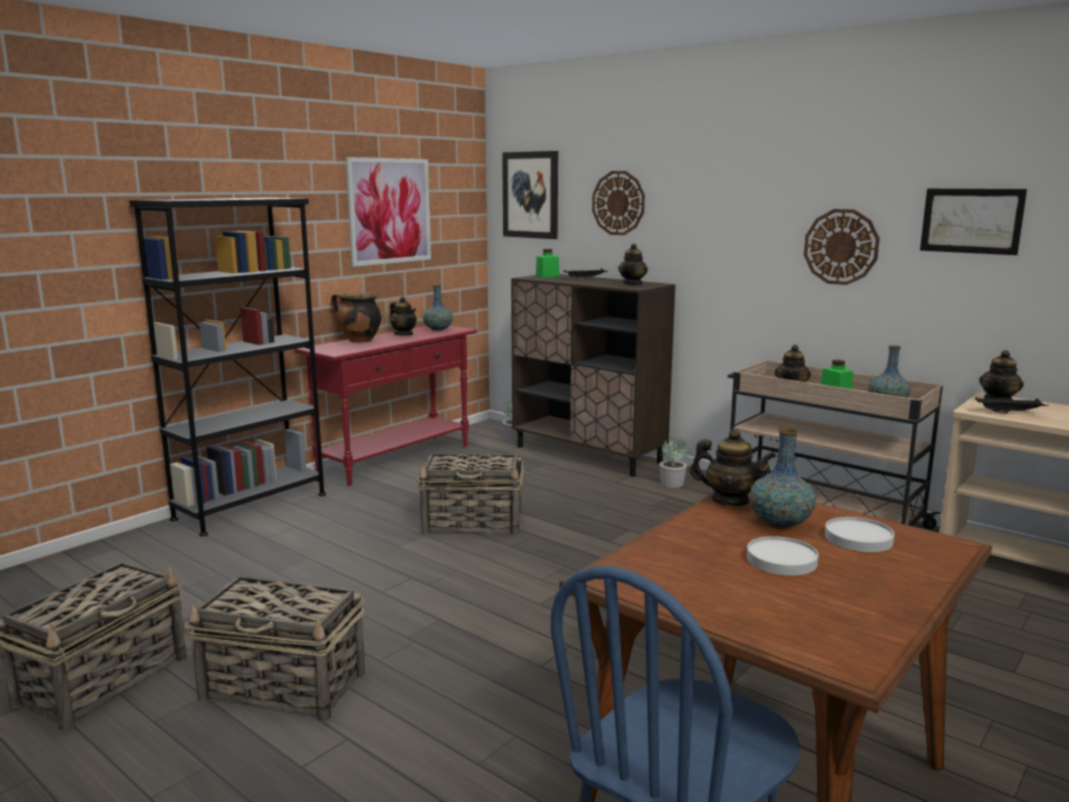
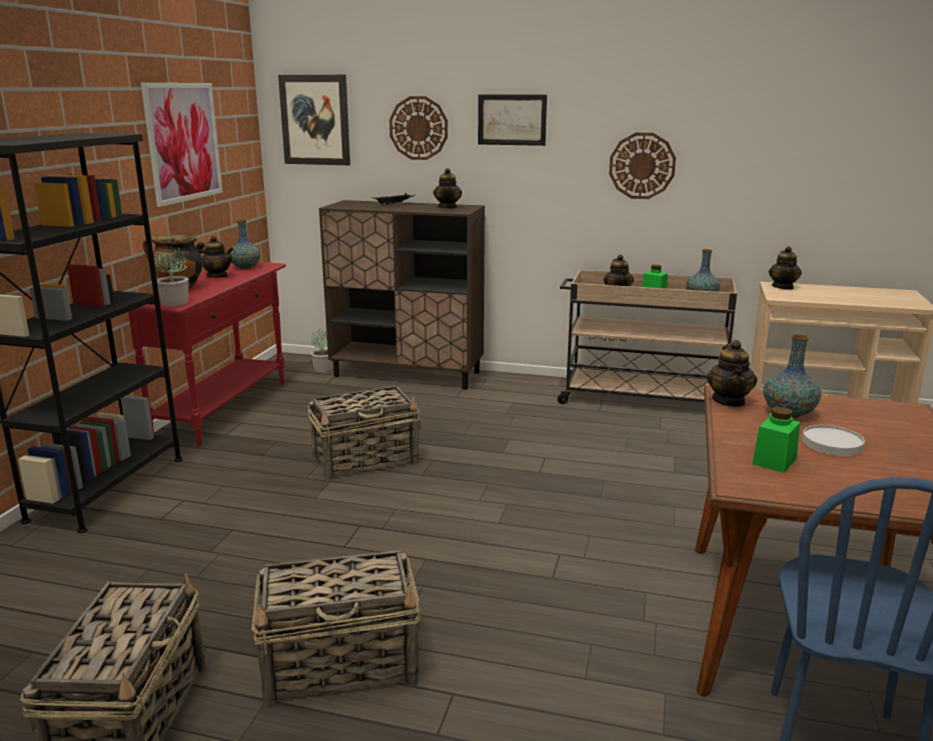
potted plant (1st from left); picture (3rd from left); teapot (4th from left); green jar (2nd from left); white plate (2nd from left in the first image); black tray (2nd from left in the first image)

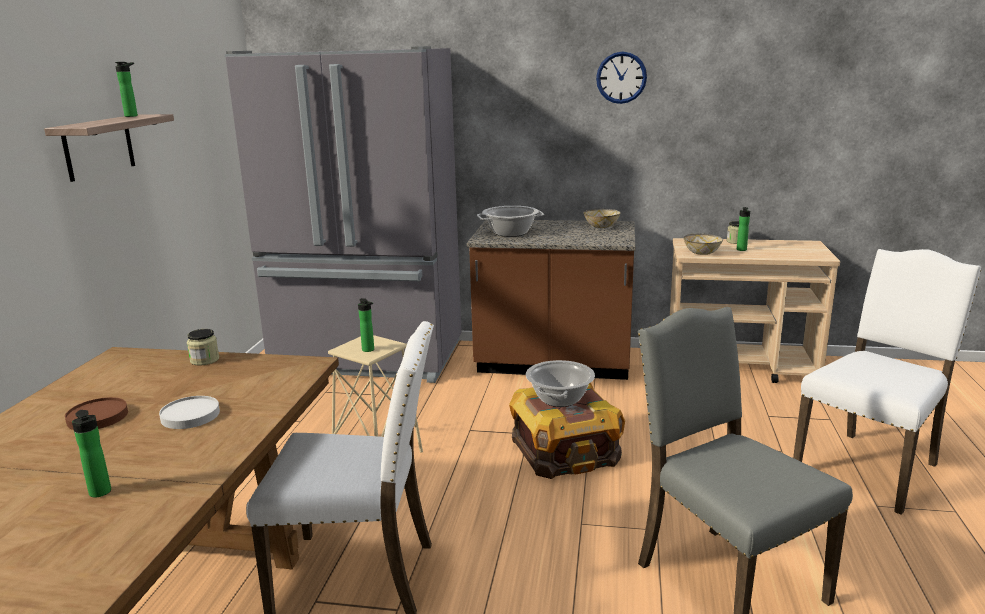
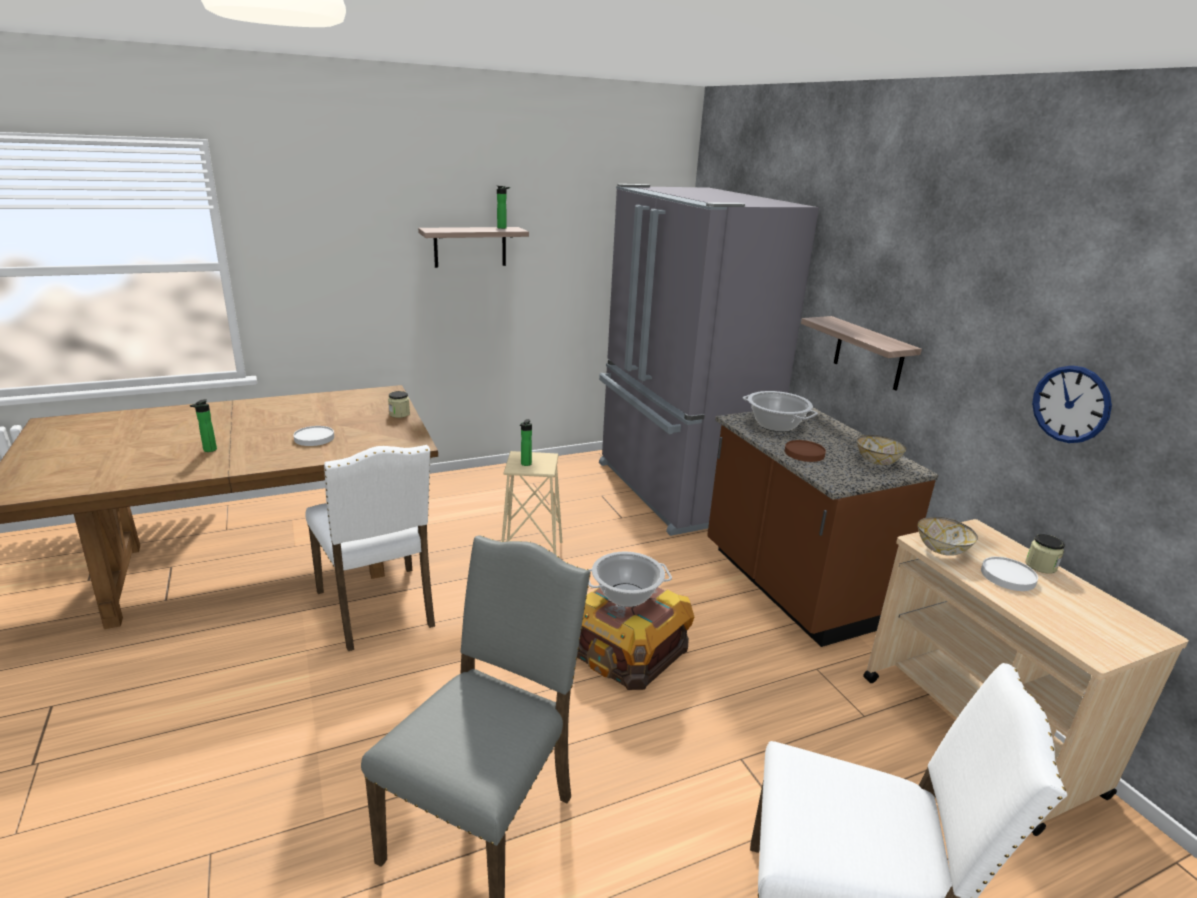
brown plate; shelf (2nd from left); white plate (2nd from left); wall clock

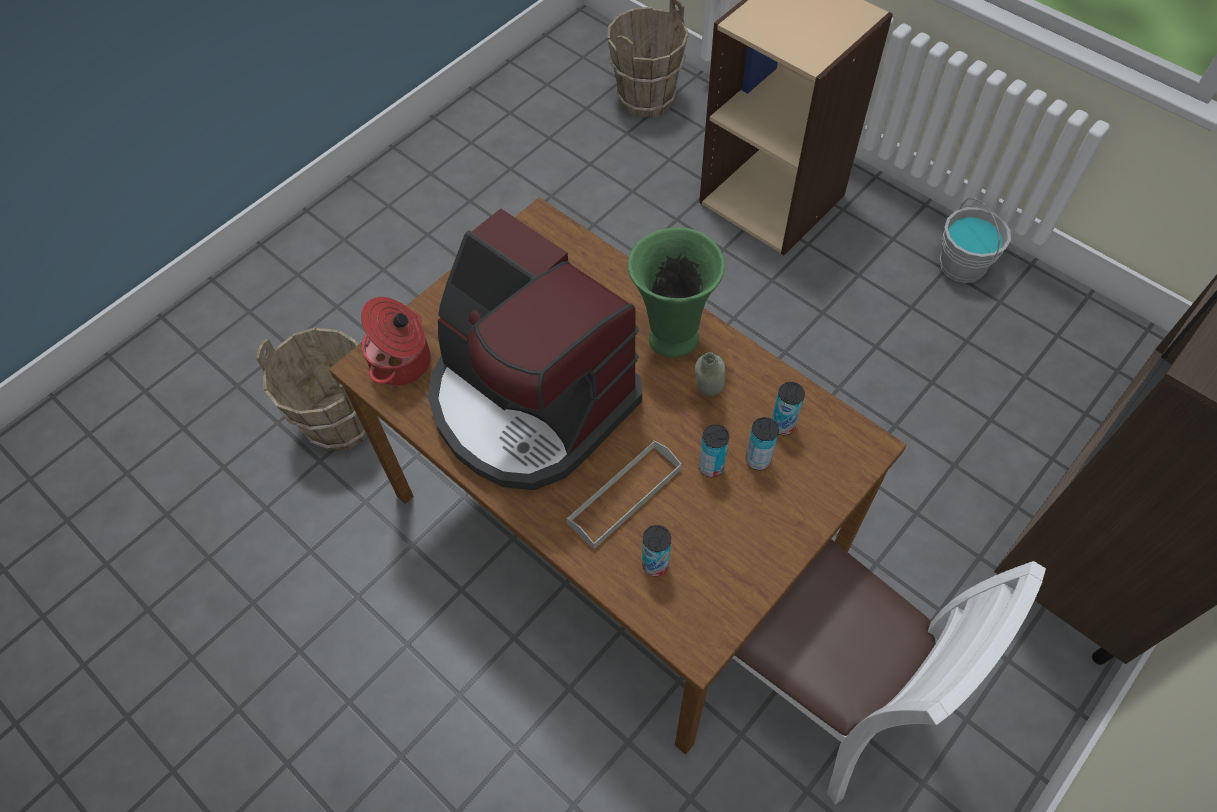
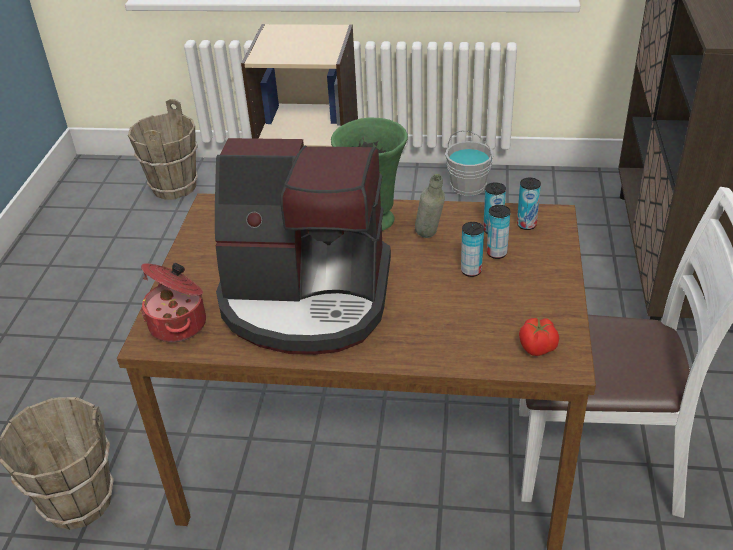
can (4th from left); tomato; grey tray

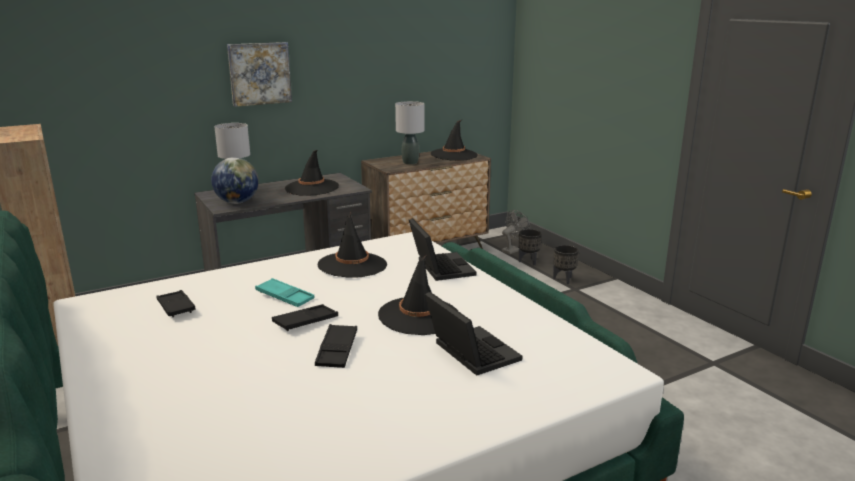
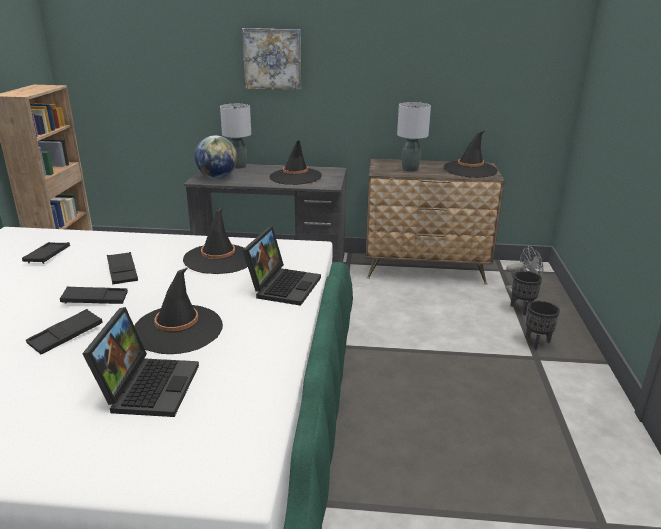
black tray (4th from left)

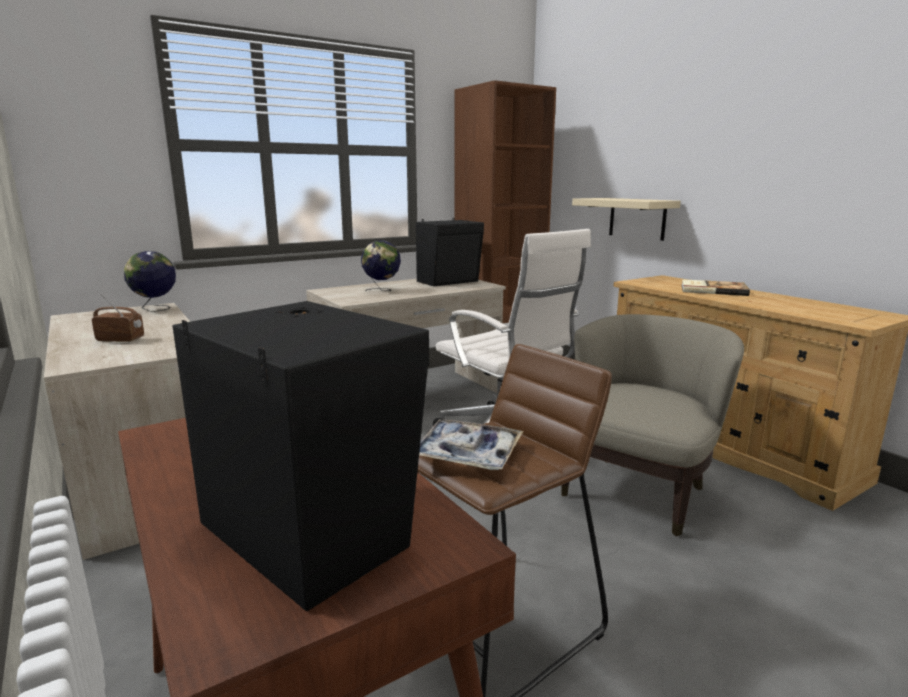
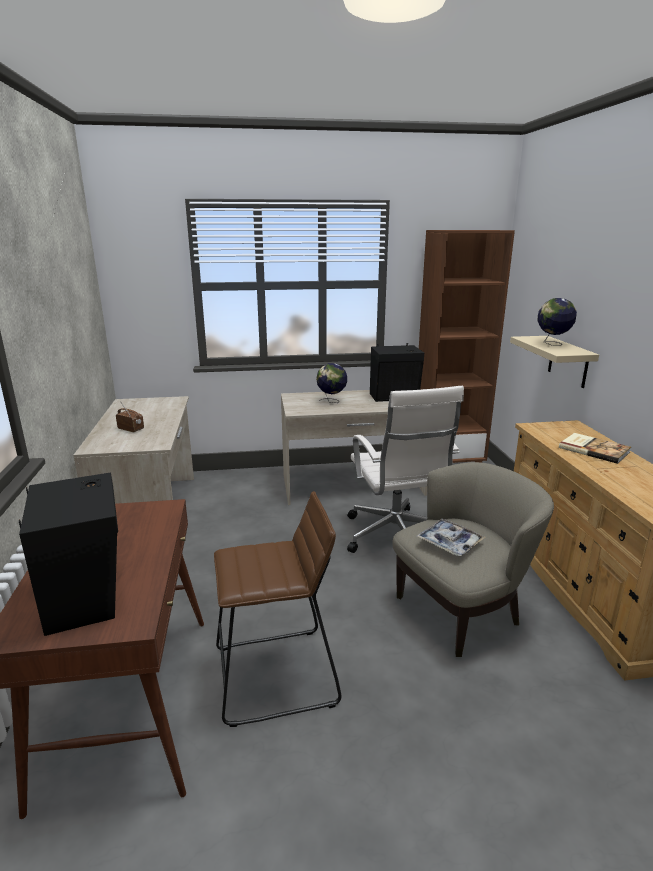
tray; globe (2nd from left)

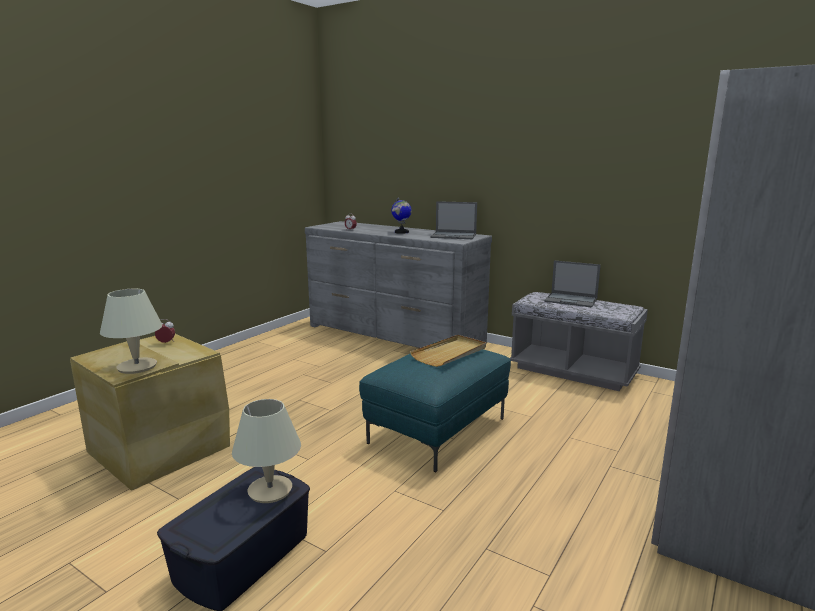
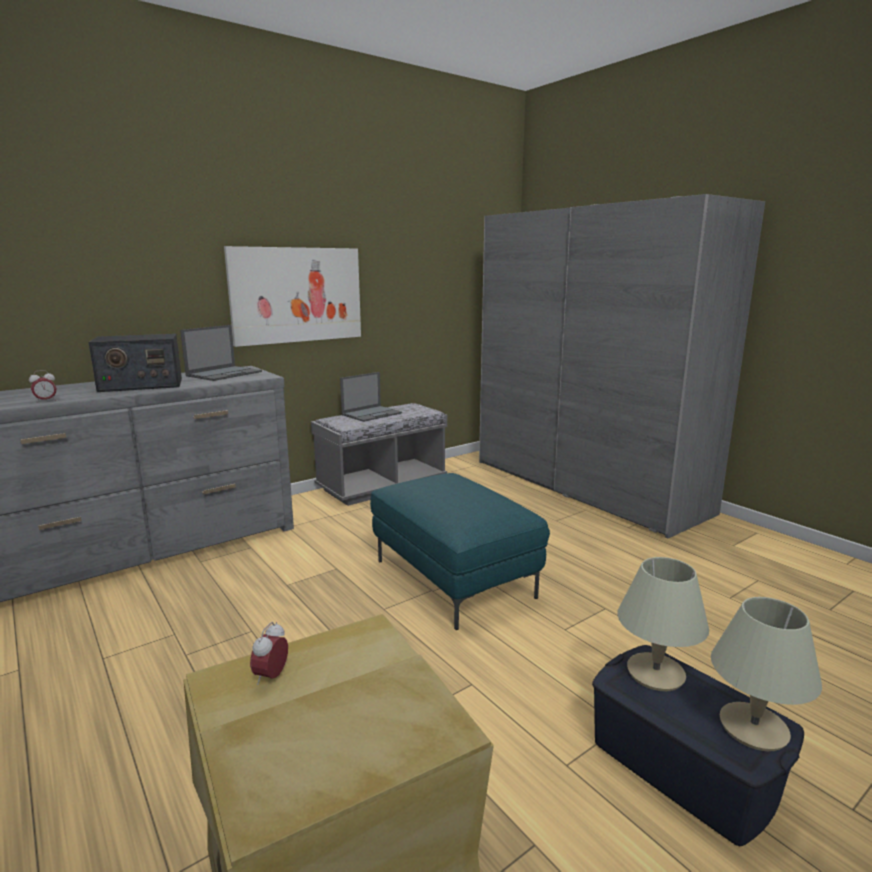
radio; picture; beige table lamp (2nd from left); beige tray

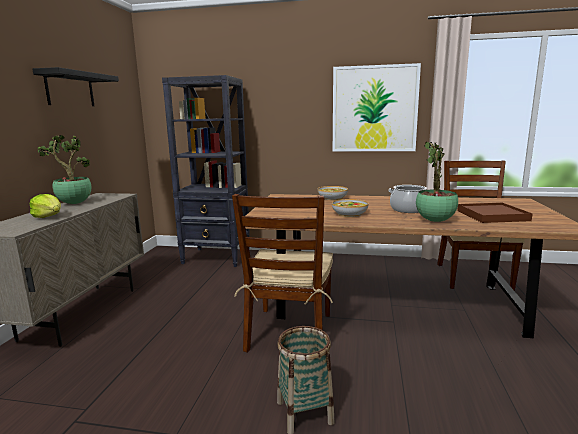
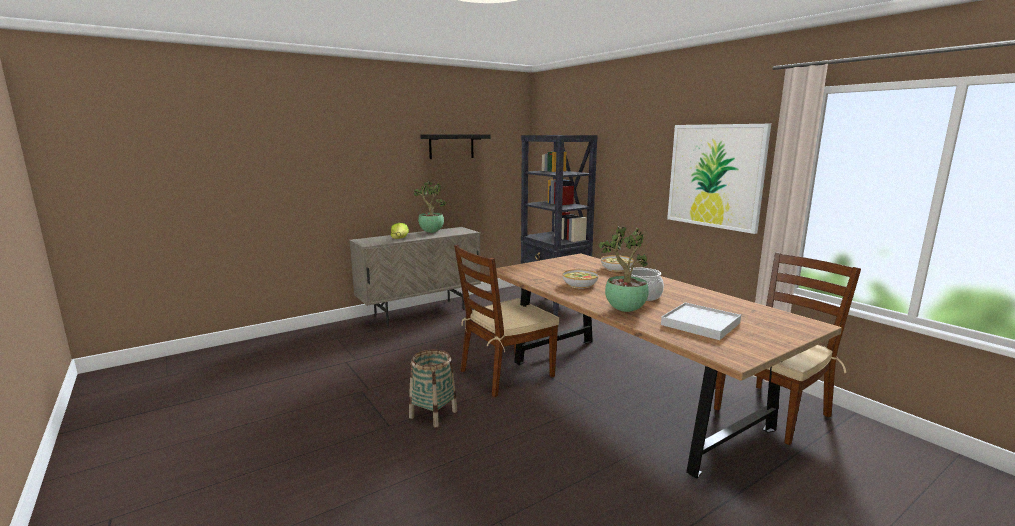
white tray

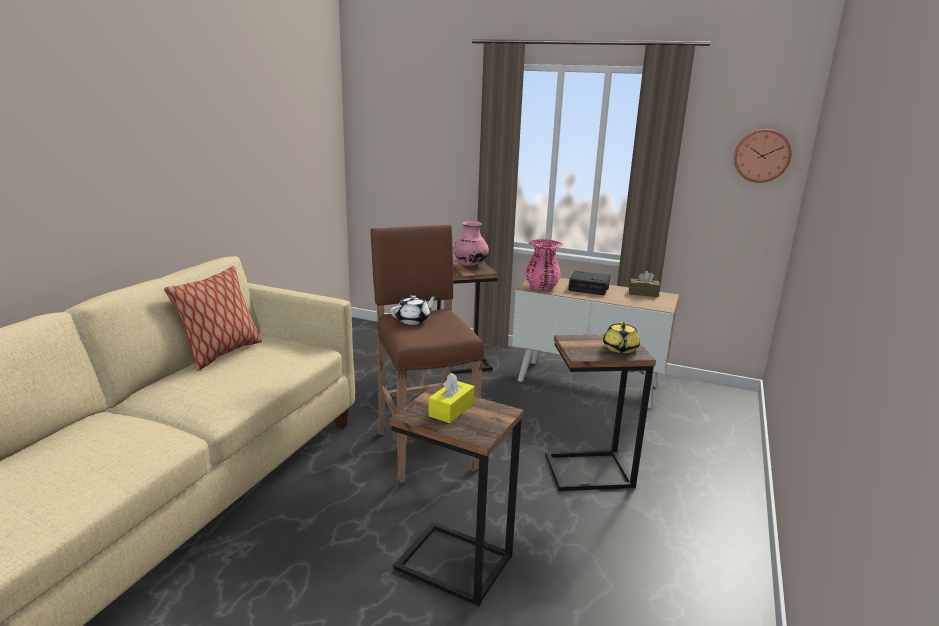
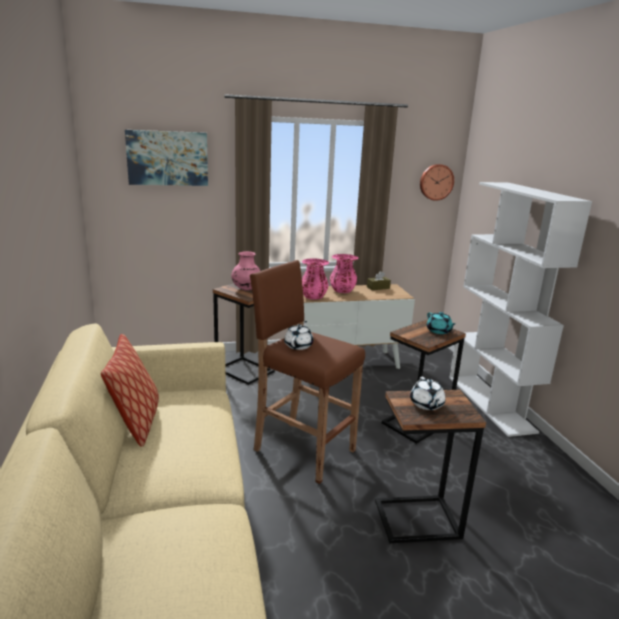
picture; pink vase (3rd from left); white teapot (2nd from left); turquoise teapot; white bookcase

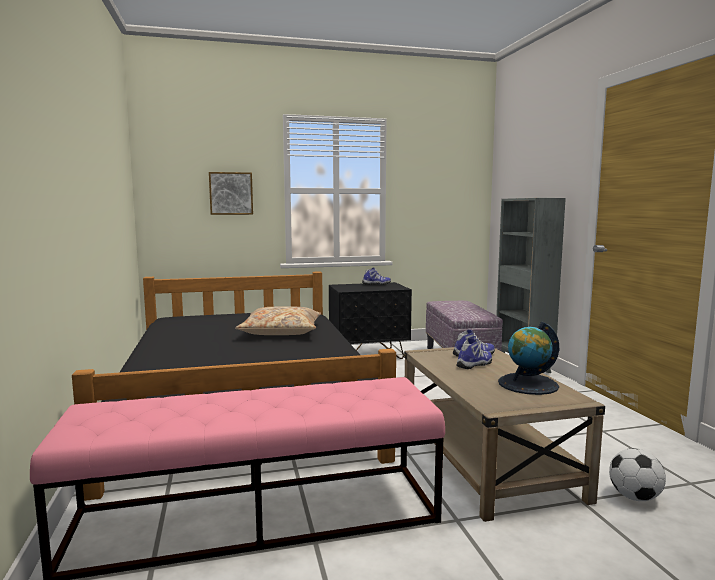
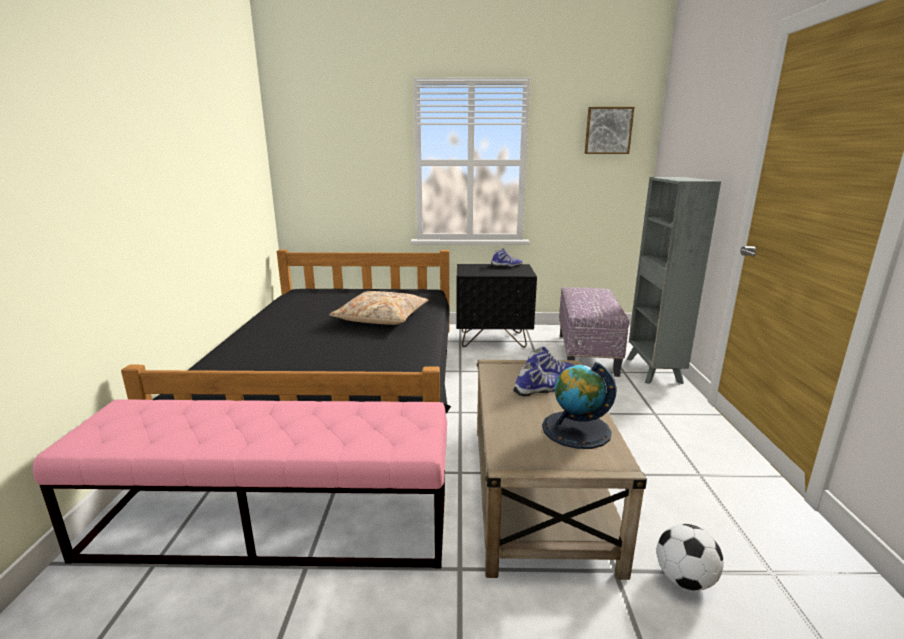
picture

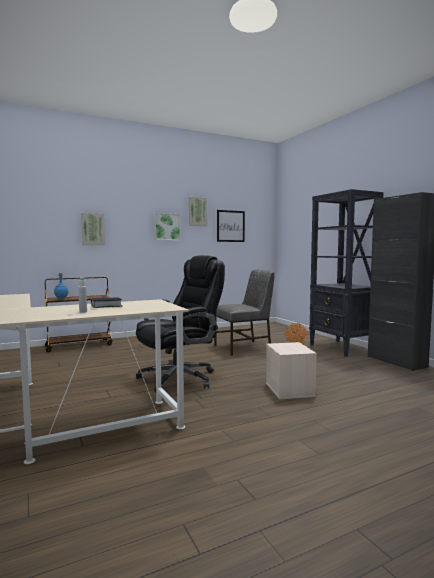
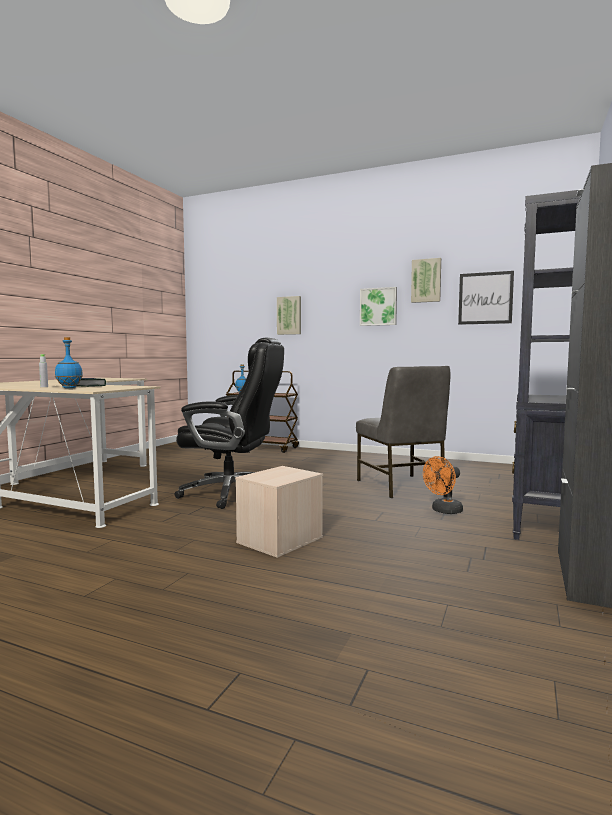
blue bottle (1st from left); grey chair

